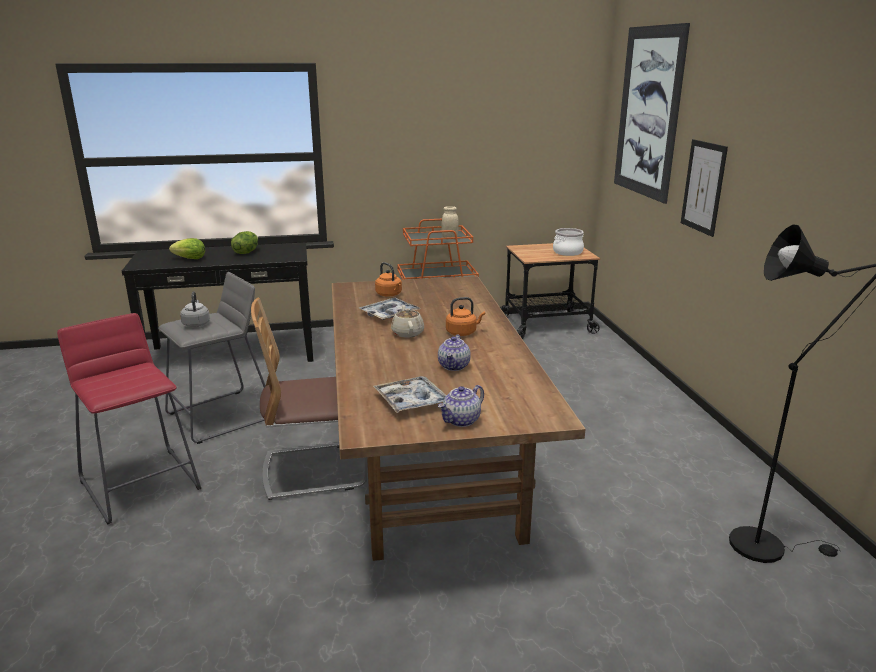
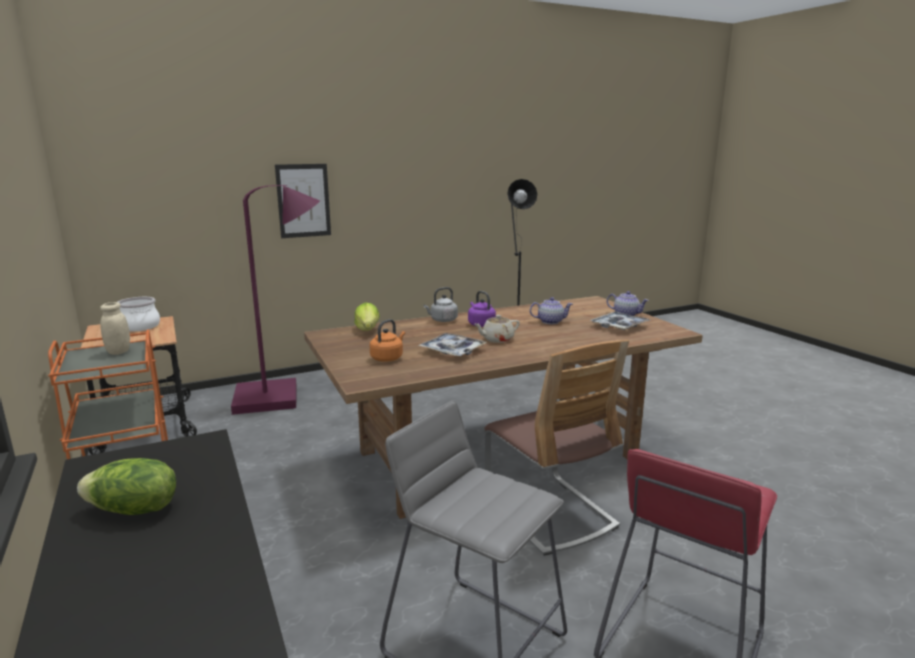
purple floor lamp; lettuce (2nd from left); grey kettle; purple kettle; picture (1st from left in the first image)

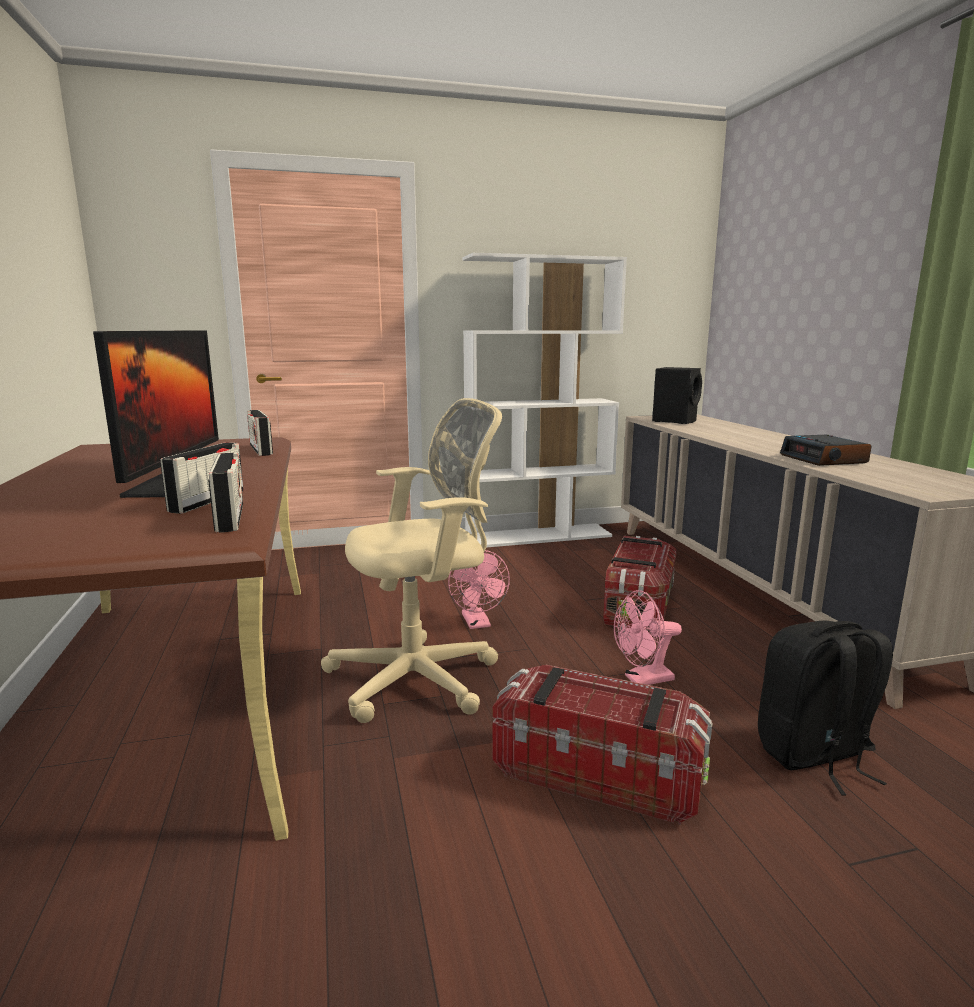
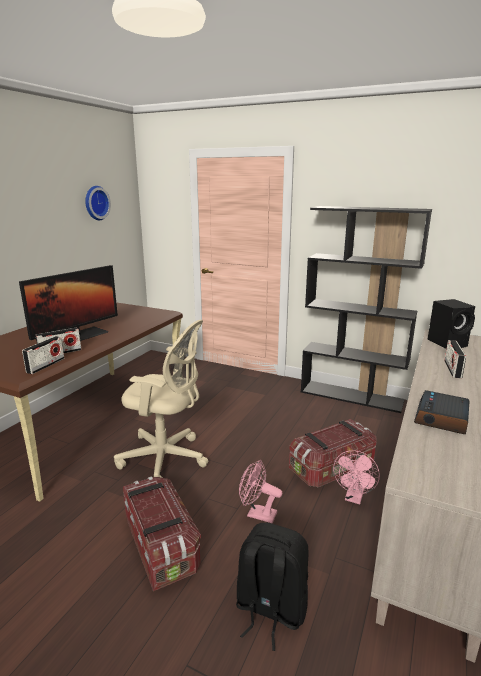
wall clock; black bookcase; pink fan (2nd from left); radio (3rd from left)

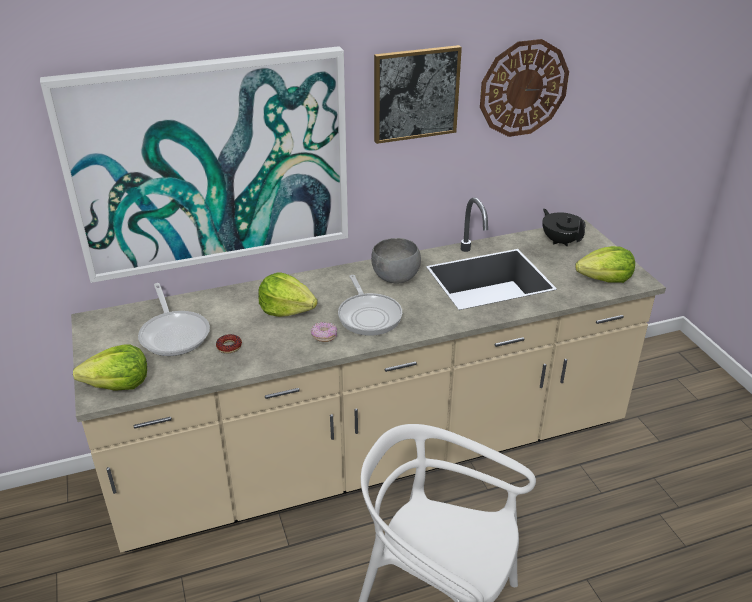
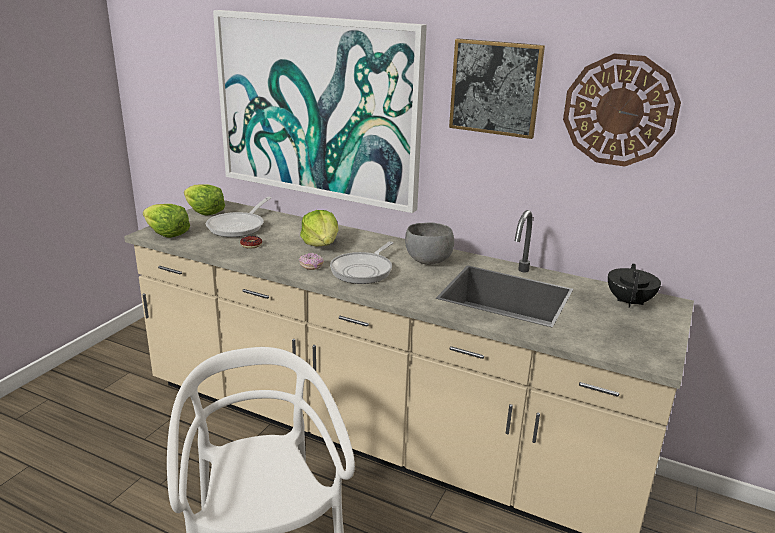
lettuce (2nd from left)

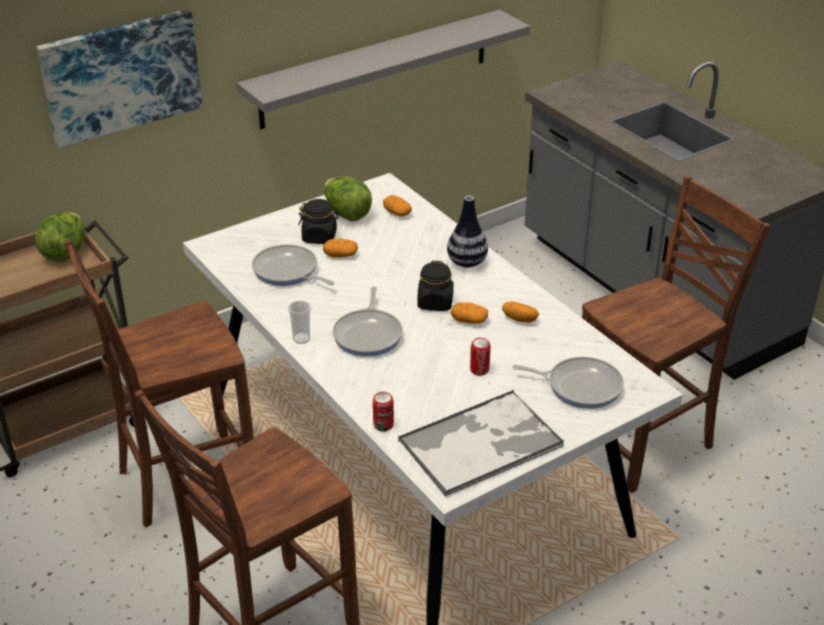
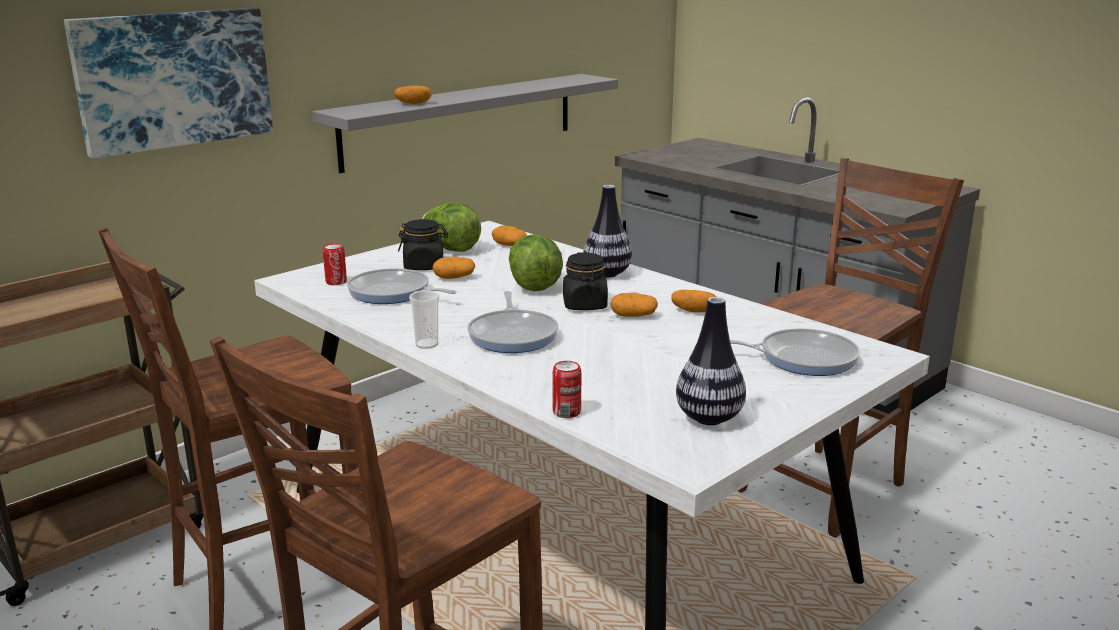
can (1st from left); potato (1st from left); lettuce (2nd from left); vase (2nd from left)

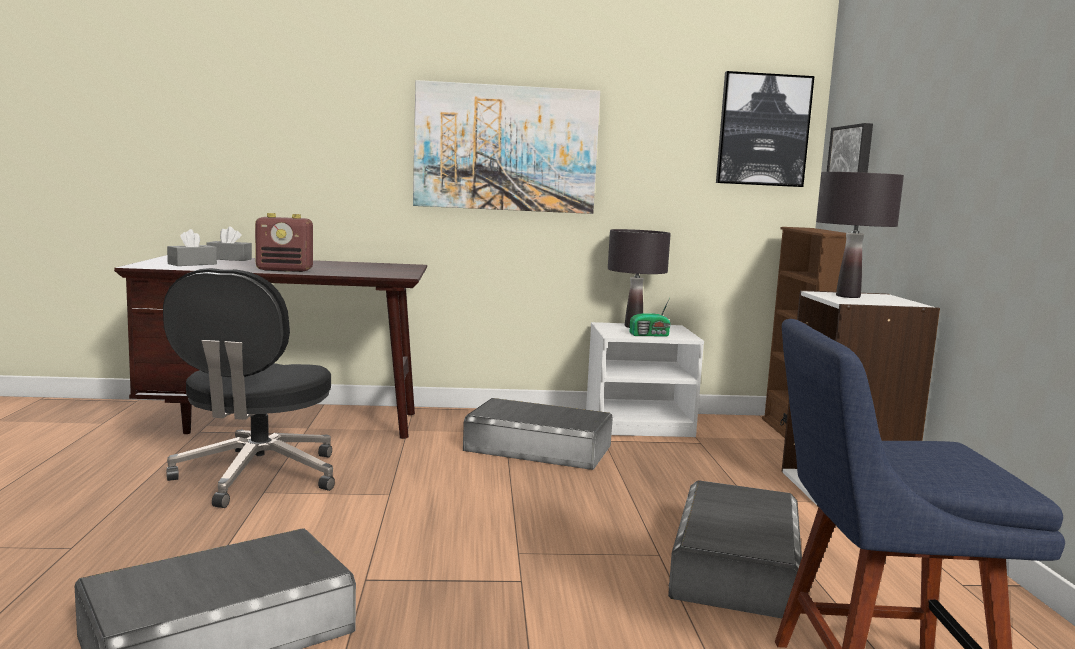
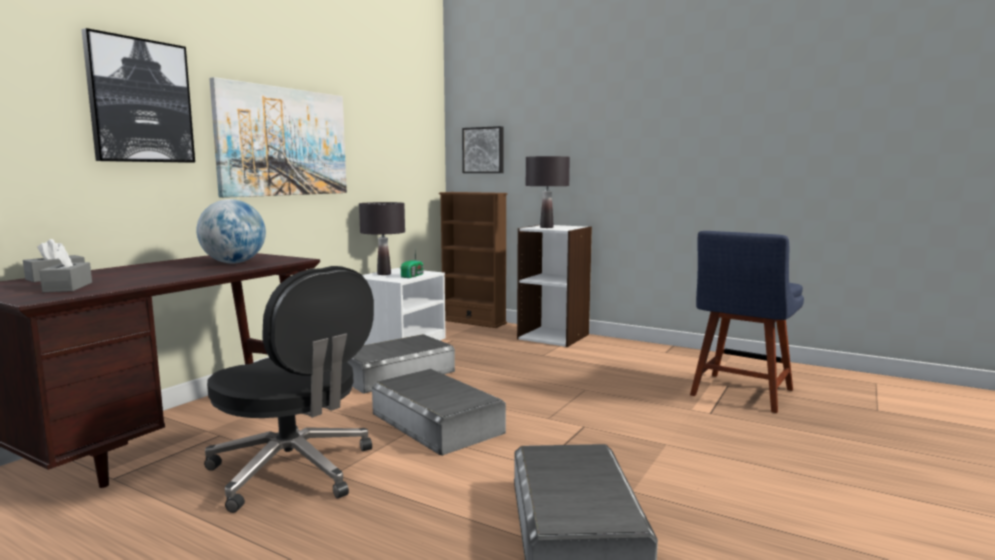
picture (1st from left); globe; grey storage box (2nd from left); radio (1st from left in the first image)

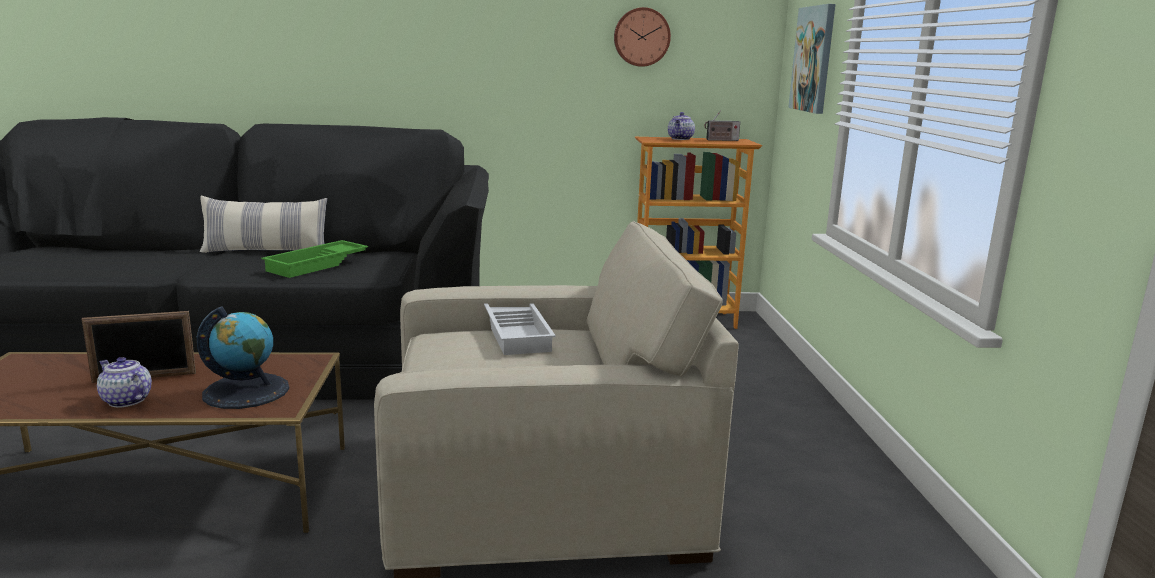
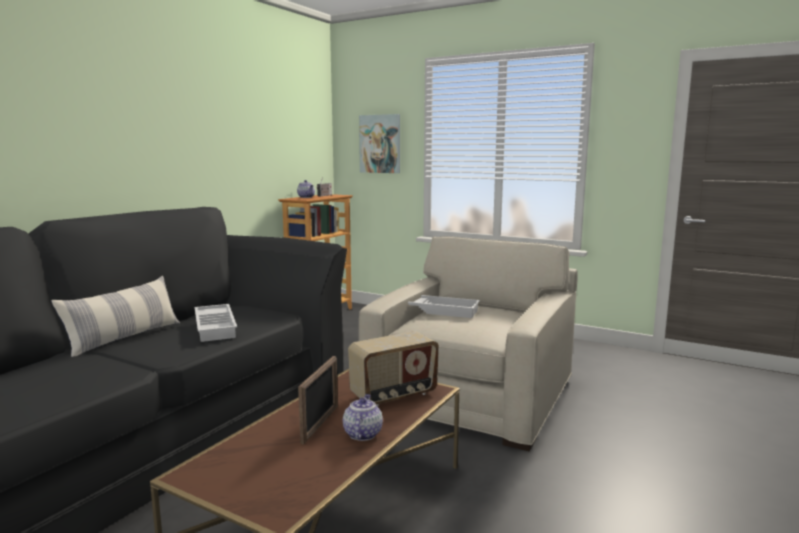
white tray (1st from left); teapot (2nd from left); radio (2nd from left); wall clock

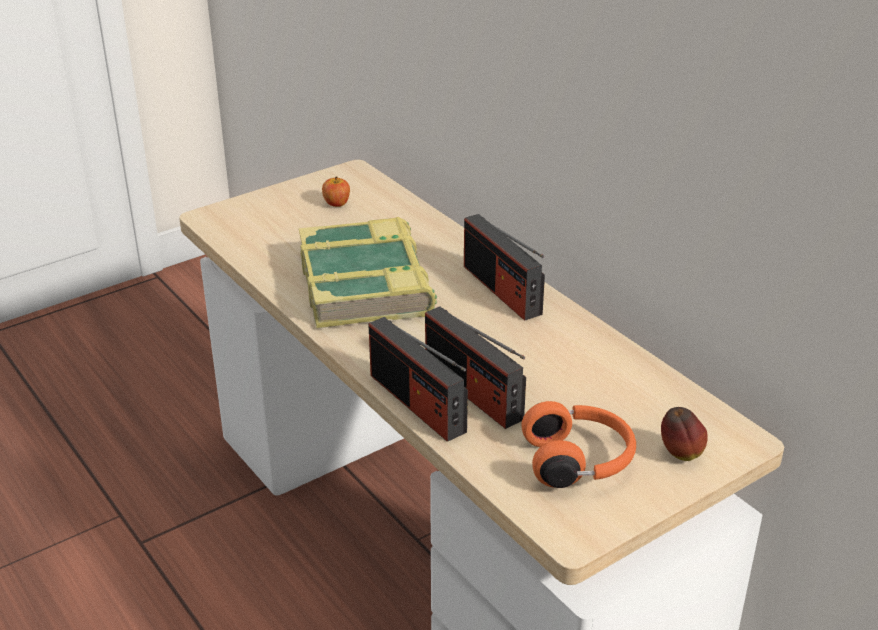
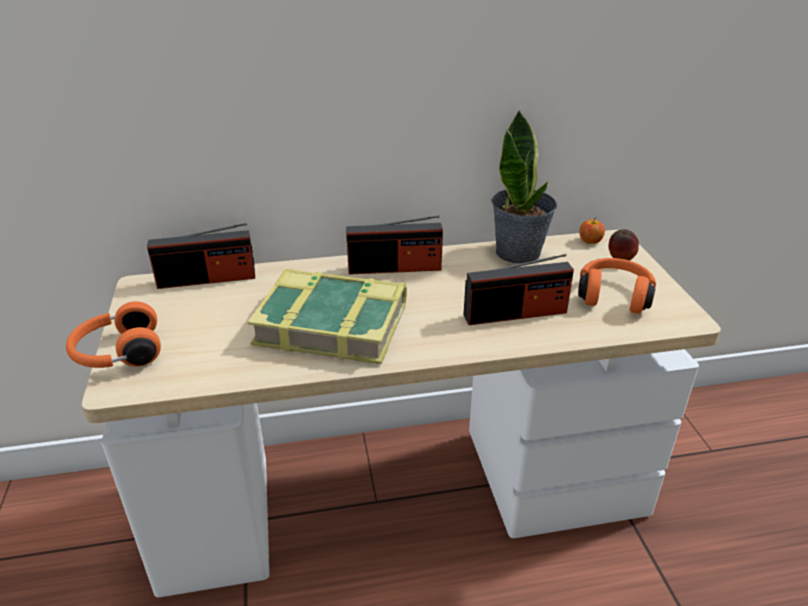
orange headphones (1st from left); radio (1st from left); potted plant; apple (1st from left)

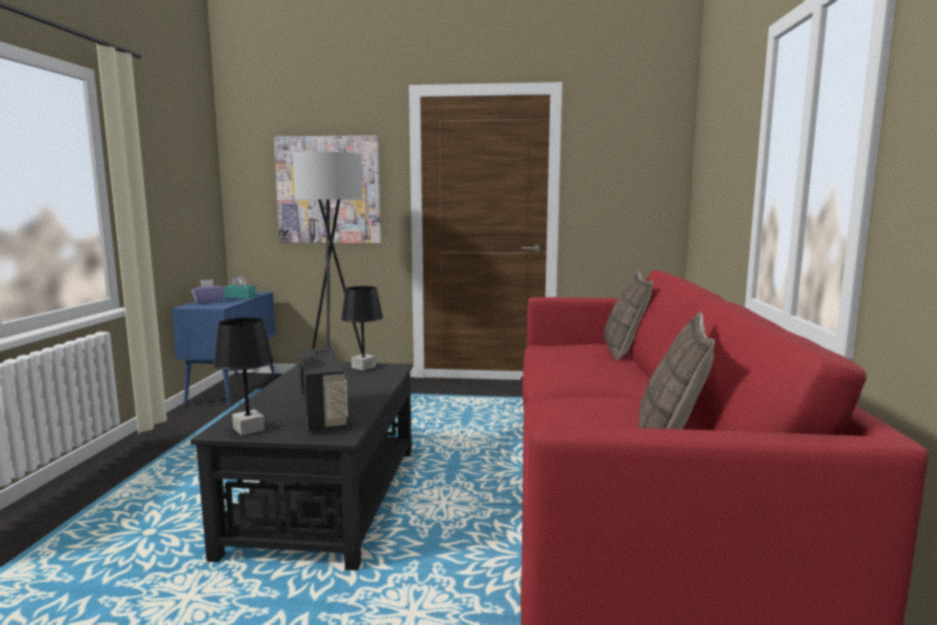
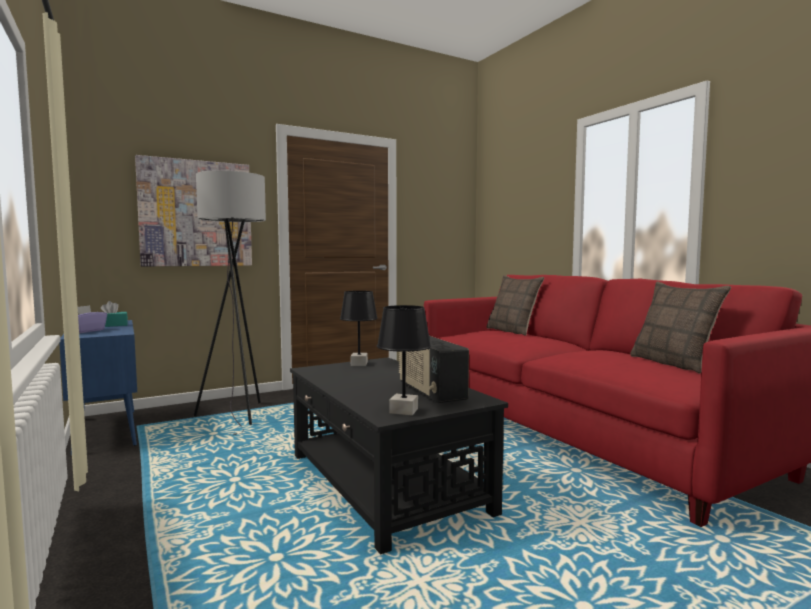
radio

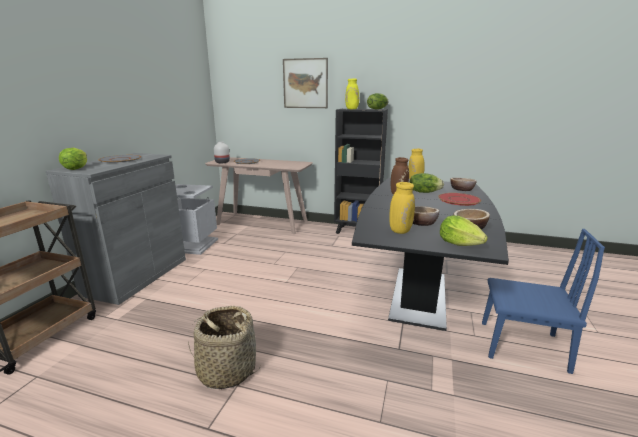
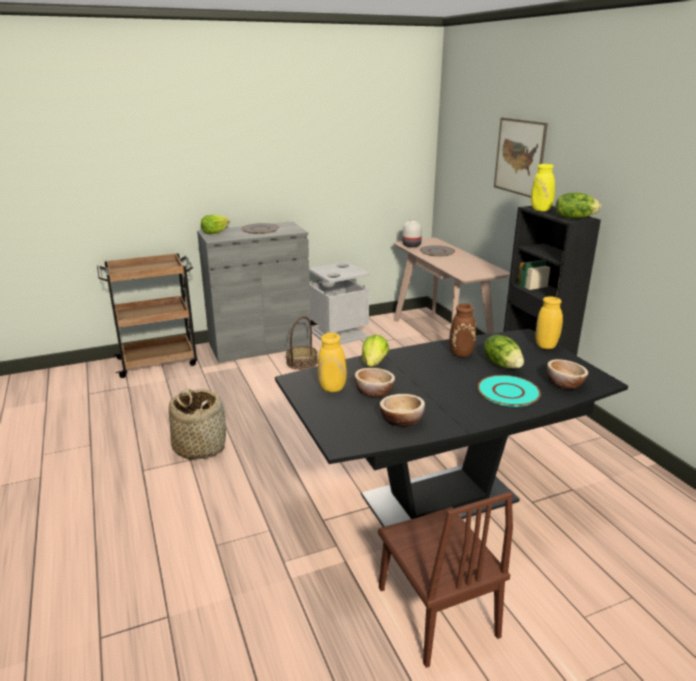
basket (2nd from left); lettuce (2nd from left); brown chair; turquoise plate

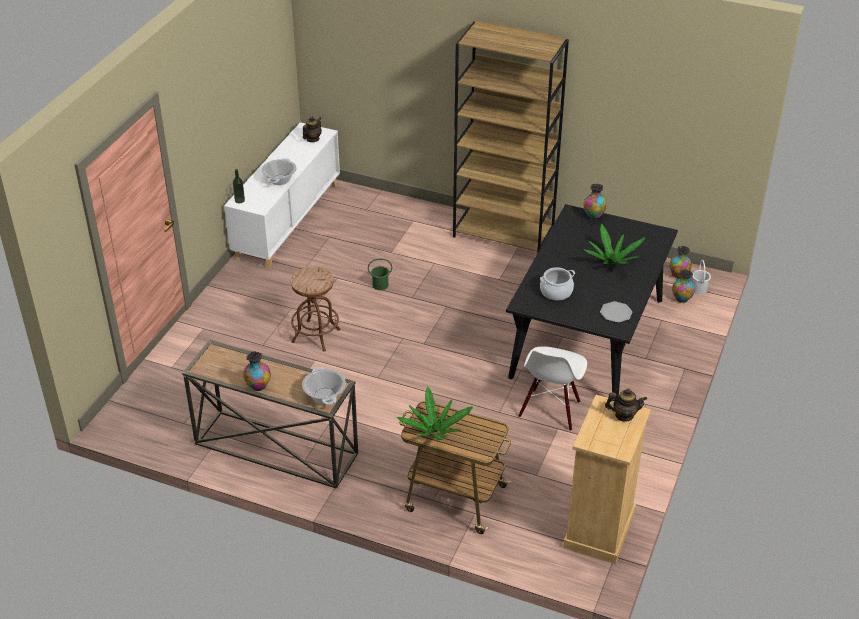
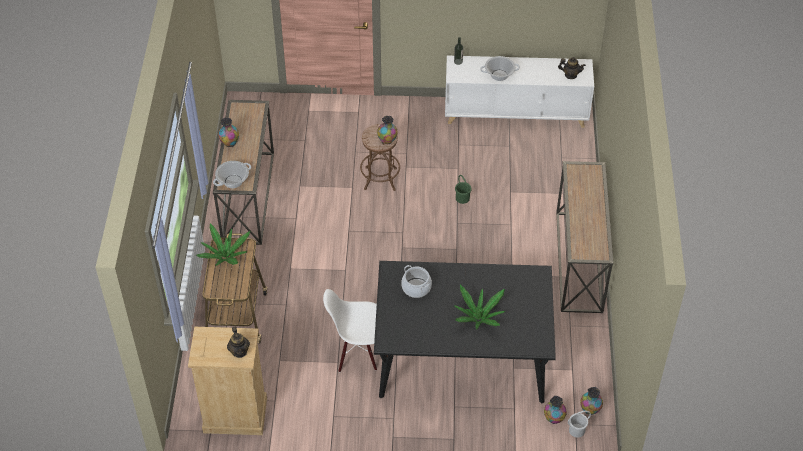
vase (2nd from left); console table (2nd from left); plate

